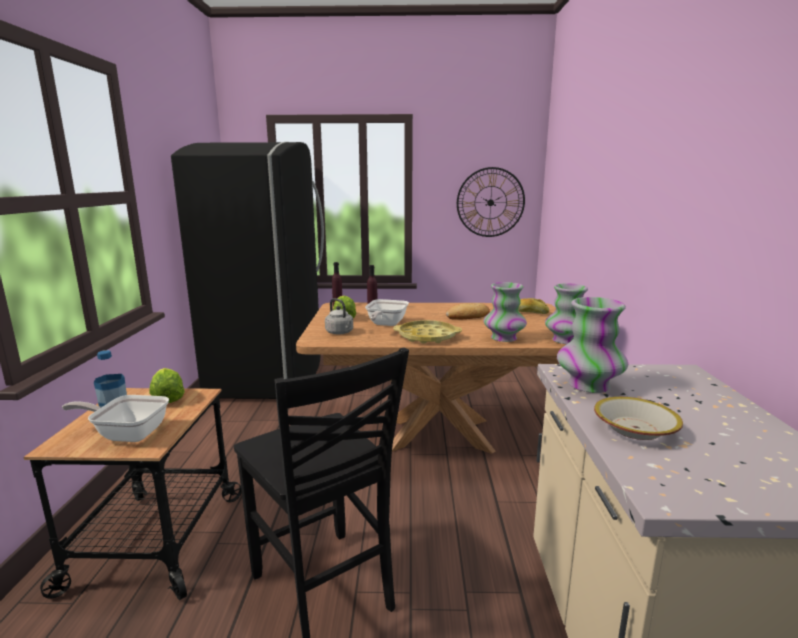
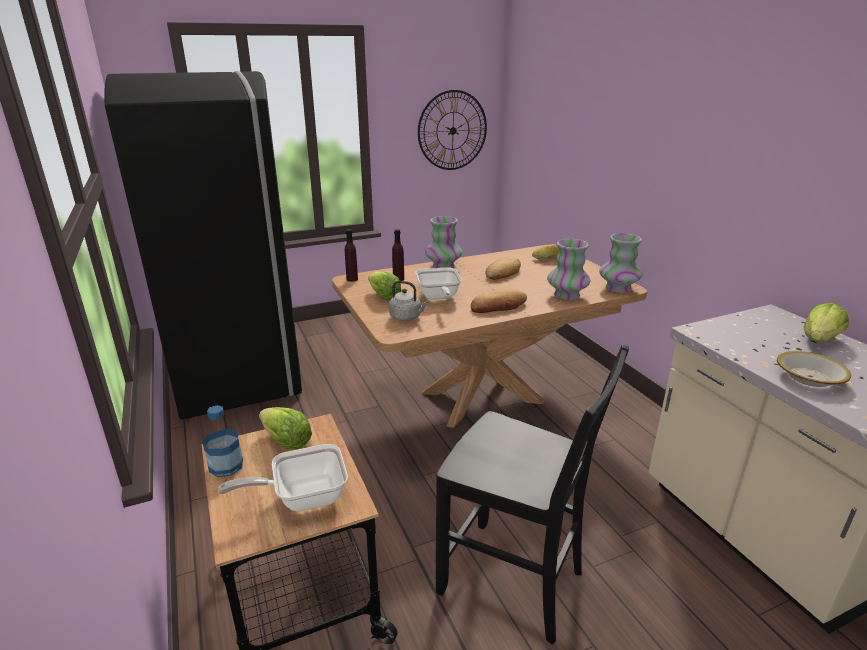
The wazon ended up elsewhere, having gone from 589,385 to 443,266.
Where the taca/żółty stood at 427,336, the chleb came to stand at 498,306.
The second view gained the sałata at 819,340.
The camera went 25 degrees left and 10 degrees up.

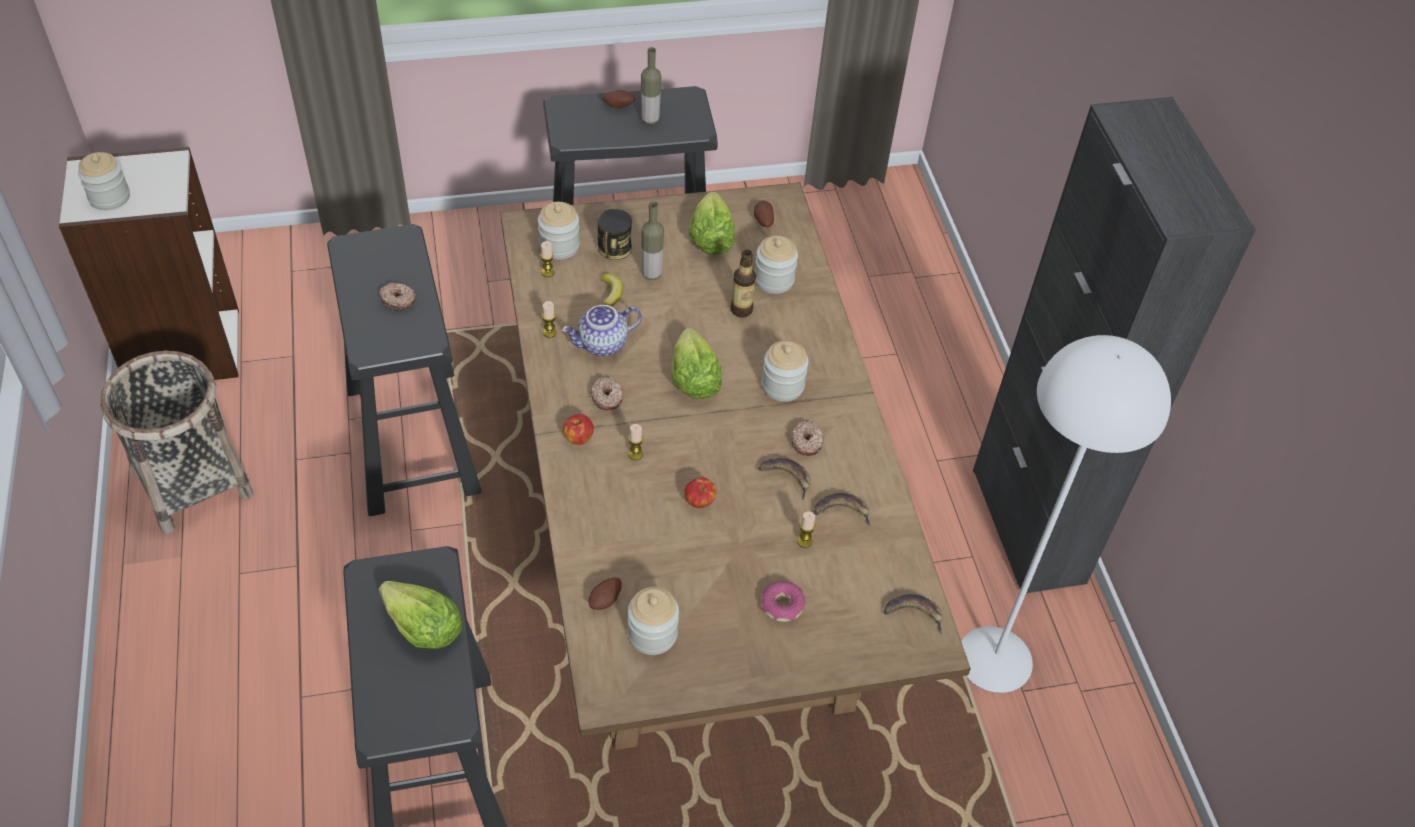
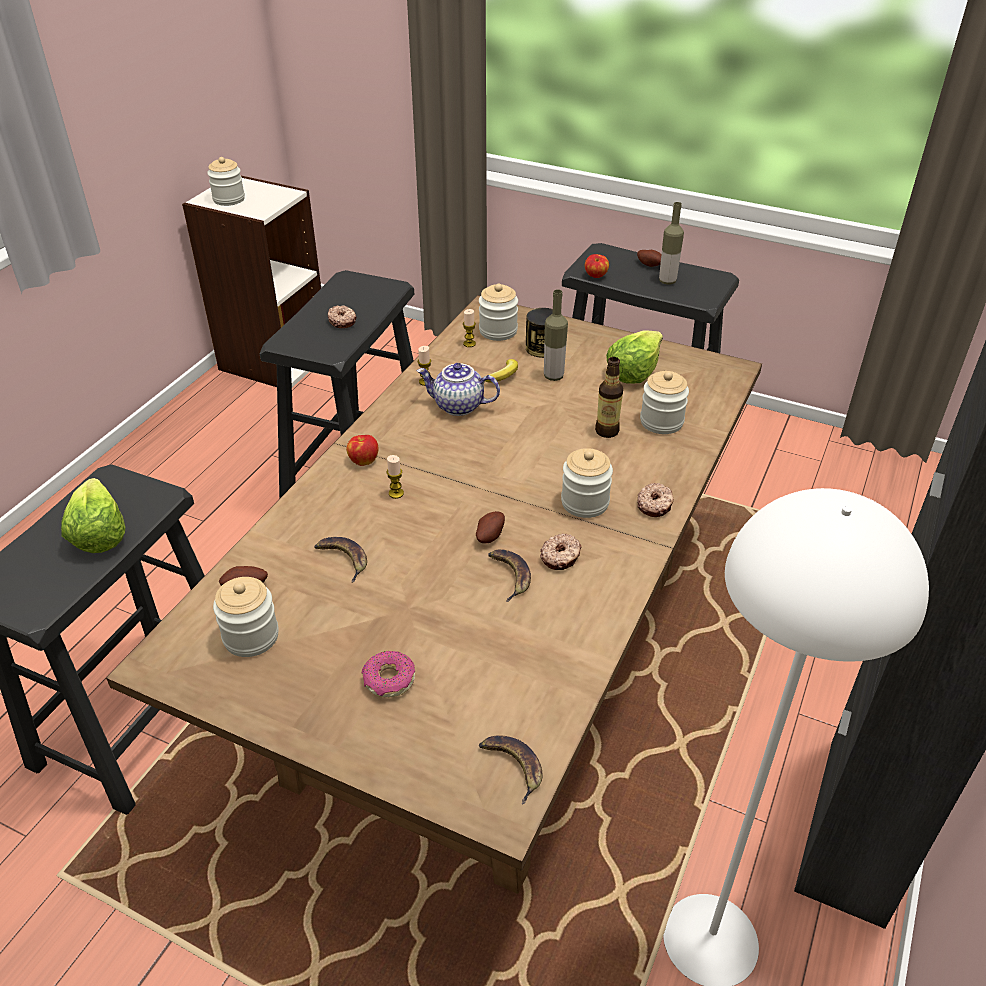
The banan ended up elsewhere, having gone from 841,511 to 343,559.
The ziemniak ended up elsewhere, having gone from 763,221 to 489,536.
The jabłko ended up elsewhere, having gone from 699,502 to 595,276.
The donut ended up elsewhere, having gone from 607,397 to 655,505.
The second view lost the koszyk at 193,483.
The second view lost the sałata at 693,379.
The second view lost the świeca at 804,541.
The camera went 40 degrees right and 10 degrees down.

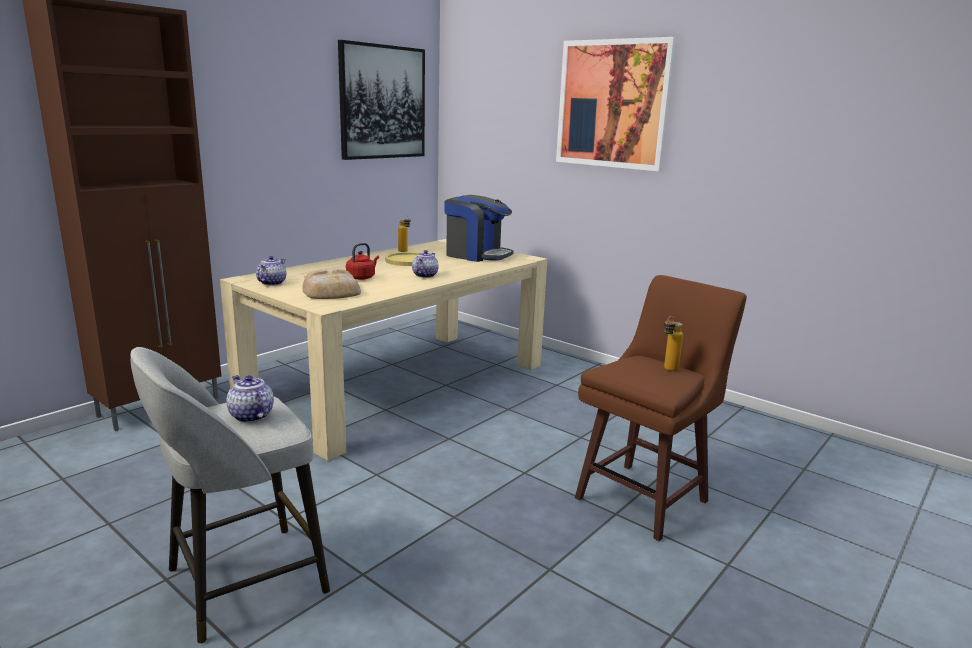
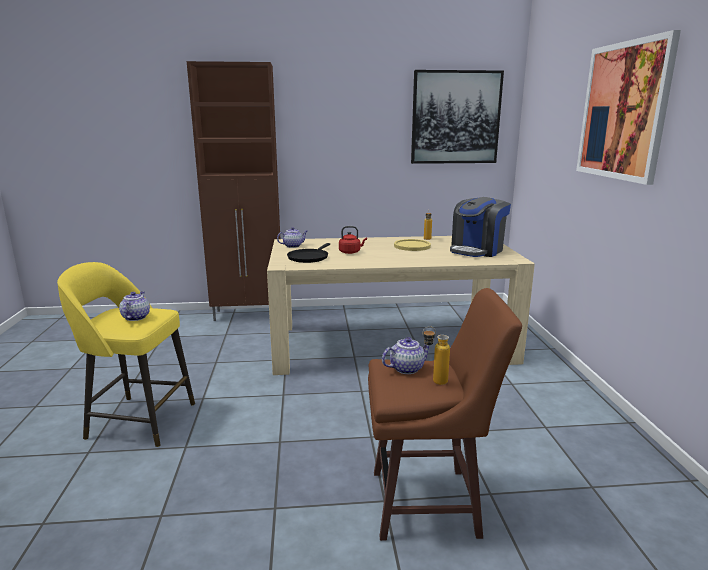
What was the stołek/szary at 242,582 turned into the stołek/żółty at 139,420.
Where the chleb stood at 331,292, the patelnia/czarny came to stand at 309,257.
The imbryk ended up elsewhere, having gone from 425,275 to 407,368.
The ekspres do kawy at 476,255 ended up facing another way, 60 degrees clockwise from before.
The camera went 45 degrees right and 0 degrees up.

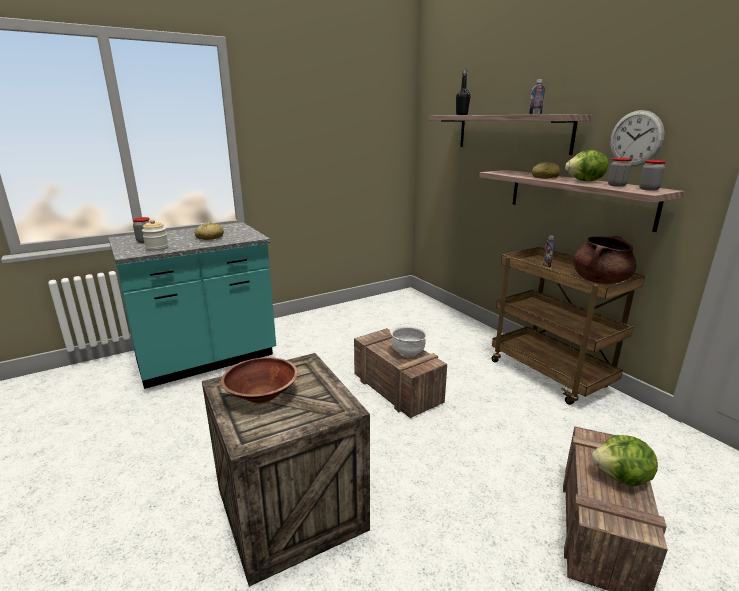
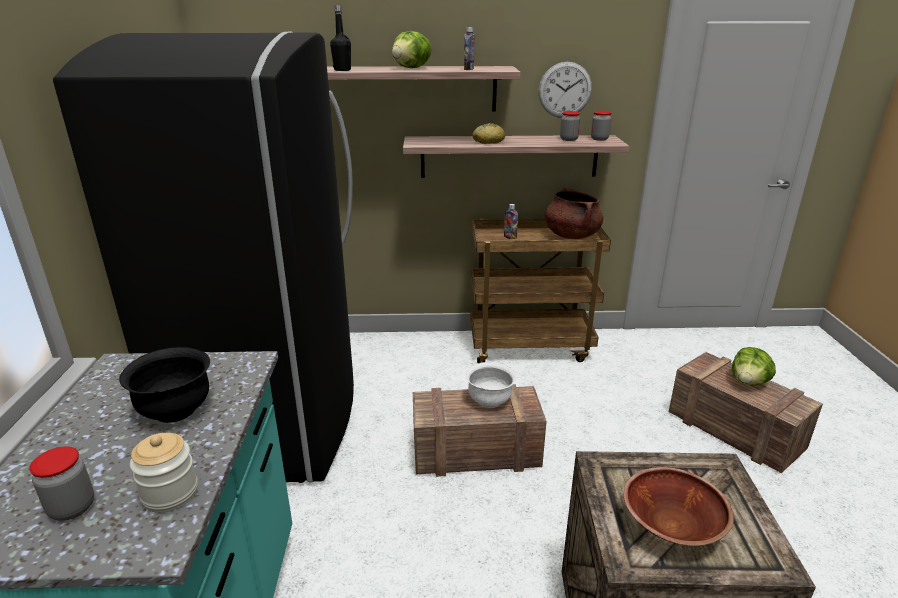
The second view gained the lodówka/czarny at 276,414.
Where the chleb stood at 209,237, the miska/czarny came to stand at 176,410.
The sałata ended up elsewhere, having gone from 585,181 to 412,68.
The camera went 60 degrees left and 5 degrees up.

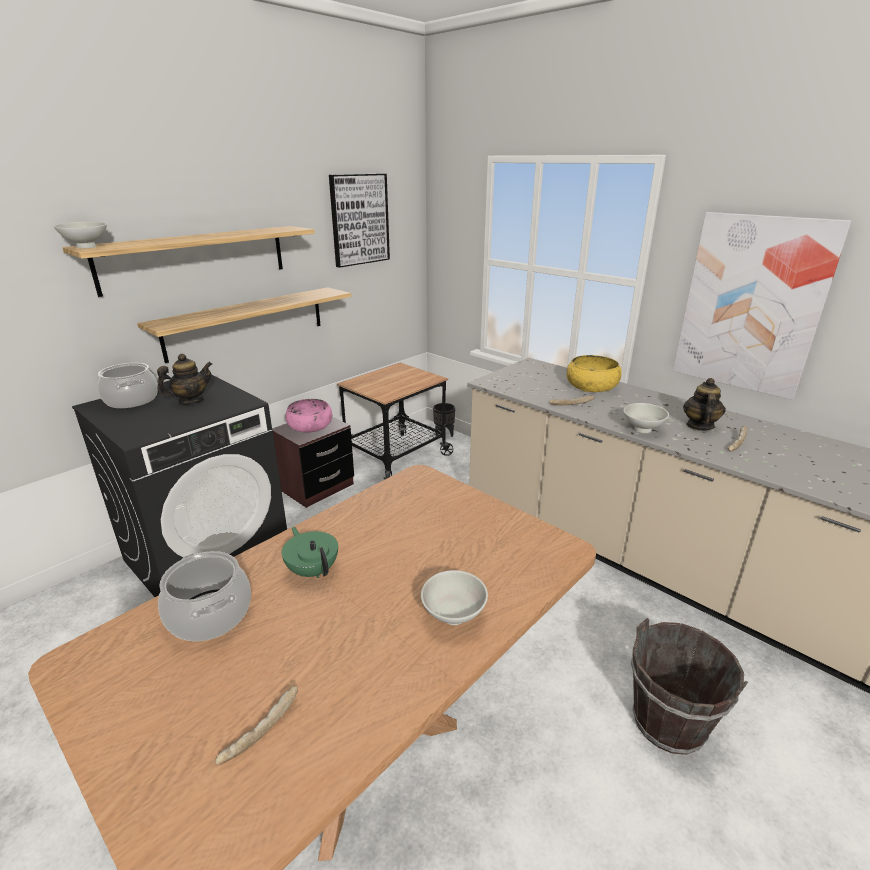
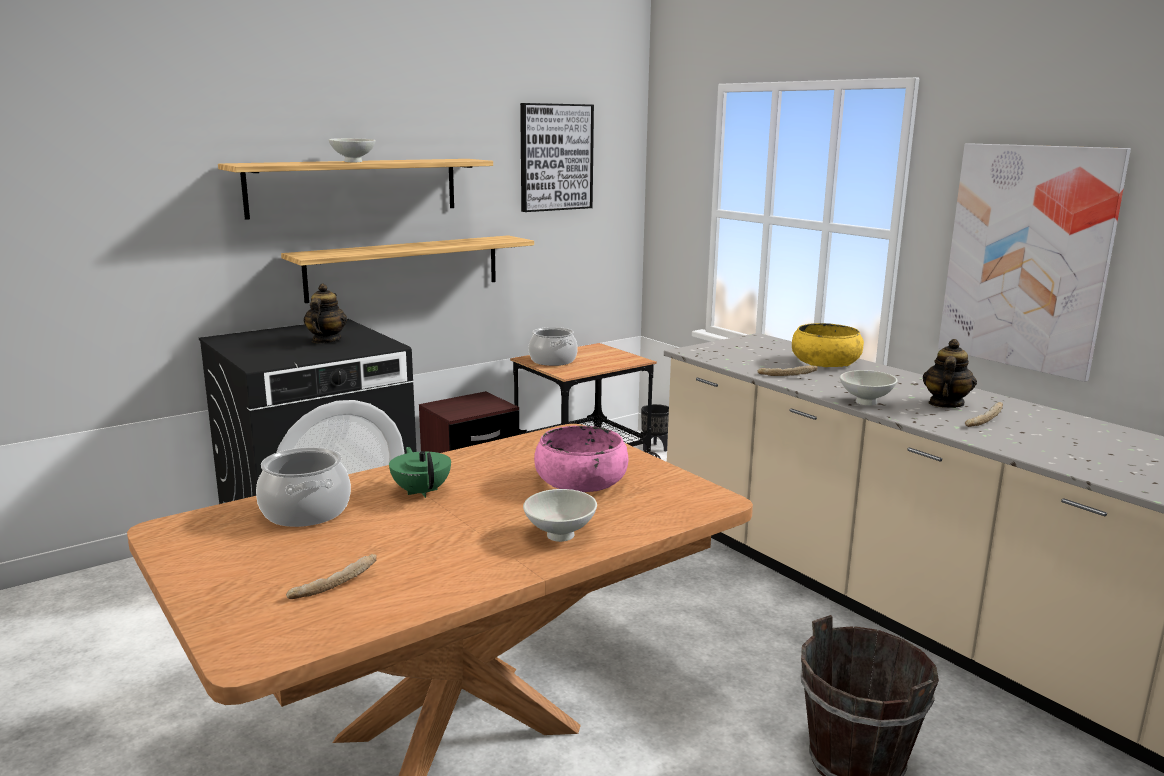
The imbryk at 191,401 ended up facing another way, 60 degrees counterclockwise from before.
The miska/biały ended up elsewhere, having gone from 88,247 to 354,162.
The garnek ended up elsewhere, having gone from 132,400 to 553,361.
The miska/różowy ended up elsewhere, having gone from 310,426 to 580,481.
The camera went 10 degrees right and 10 degrees down.

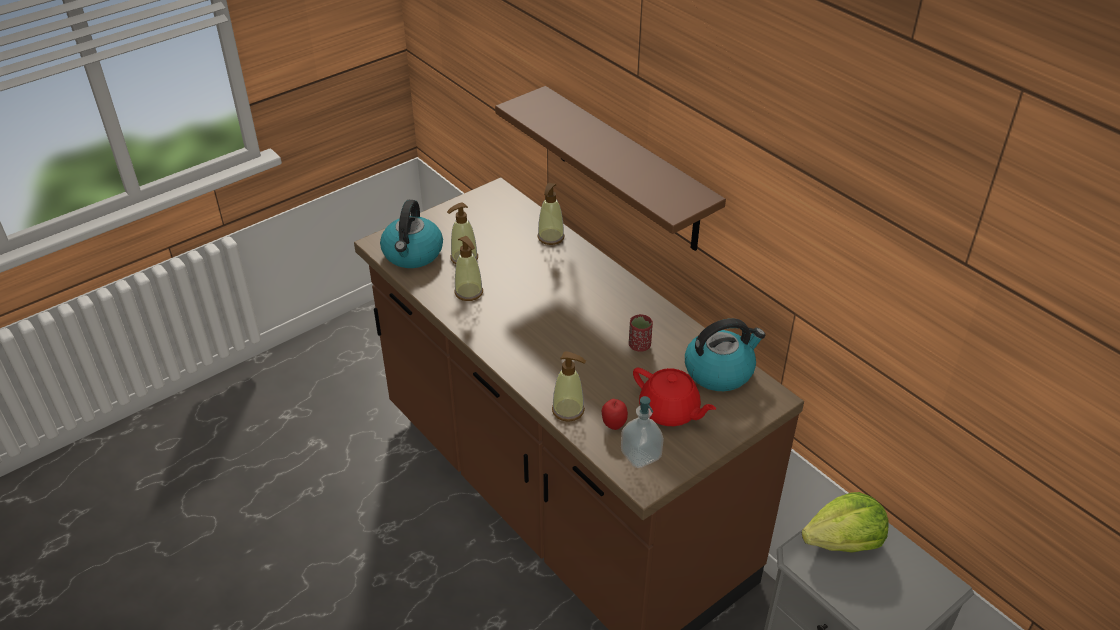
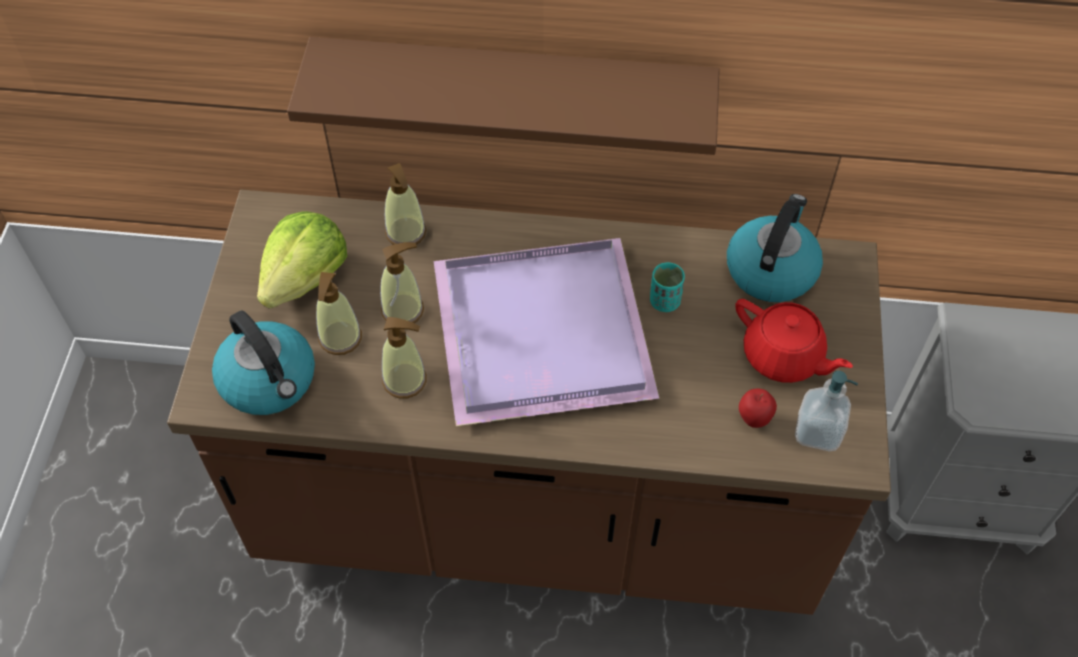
The sałata ended up elsewhere, having gone from 844,541 to 306,277.
The dozownik mydła ended up elsewhere, having gone from 568,410 to 403,310.
The second view gained the taca/fioletowy at 539,336.
What was the filiżanka/czerwony at 639,345 turned into the filiżanka/turkusowy at 664,301.
The imbryk/czerwony at 670,411 ended up facing another way, 45 degrees clockwise from before.
The camera went 45 degrees left and 15 degrees up.

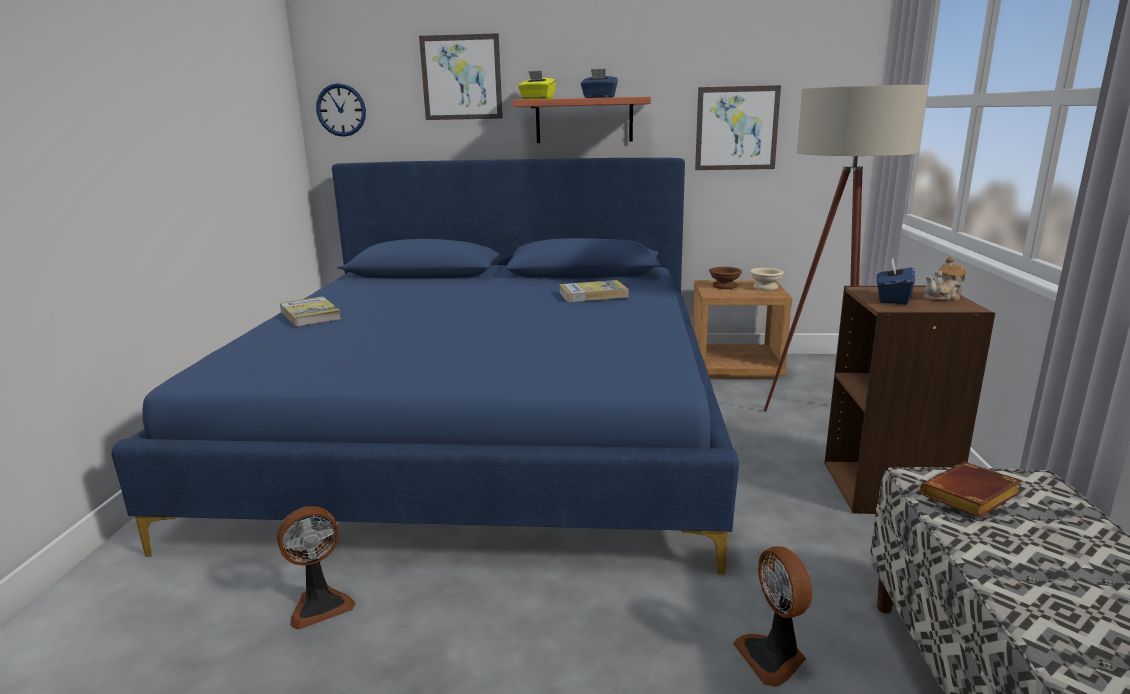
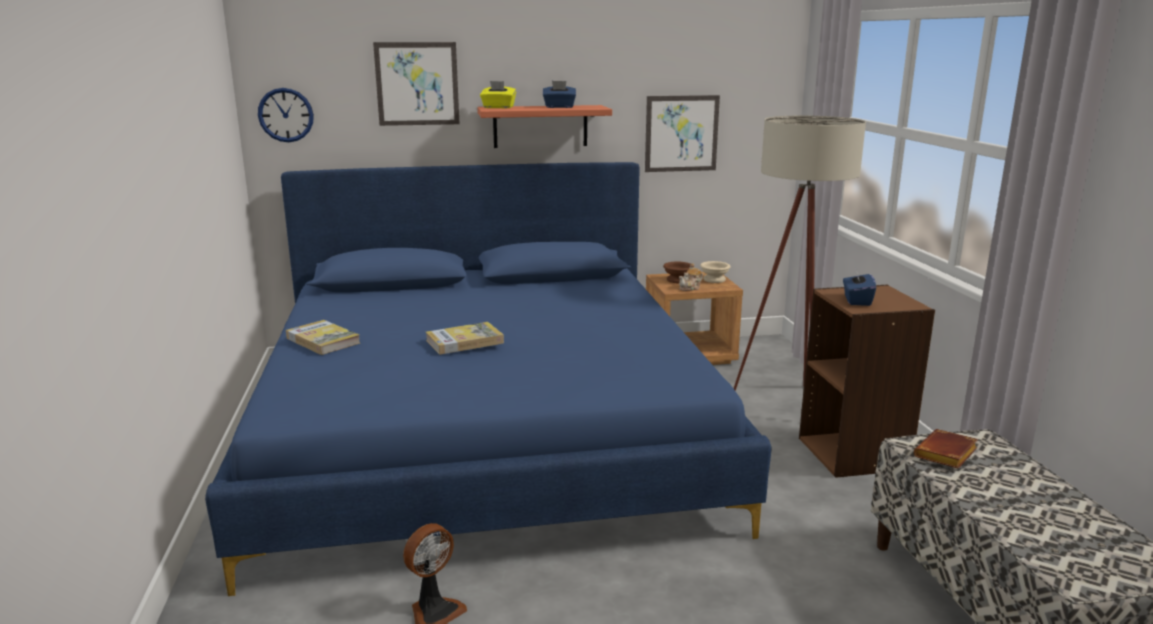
The książka ended up elsewhere, having gone from 593,294 to 464,341.
The imbryk ended up elsewhere, having gone from 943,297 to 690,288.
The second view lost the wentylator at 773,657.
The camera went 15 degrees left and 0 degrees up.

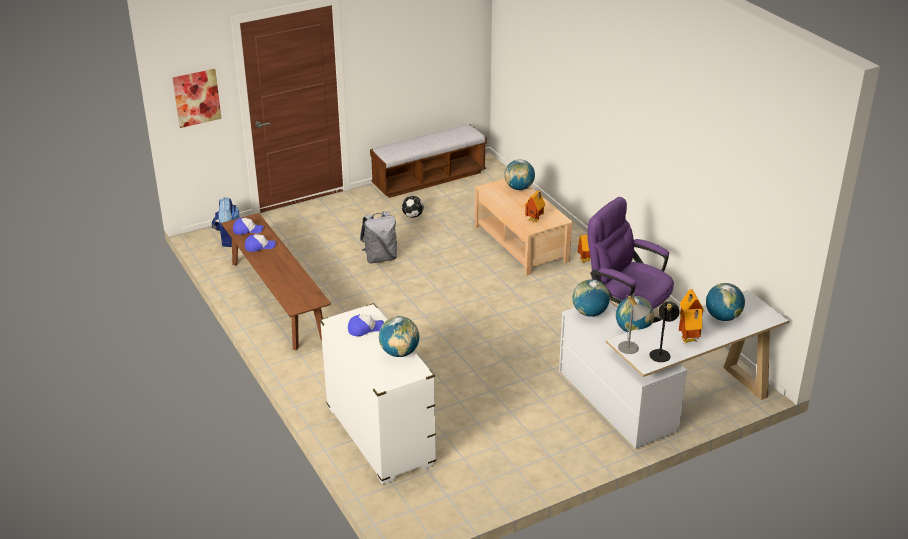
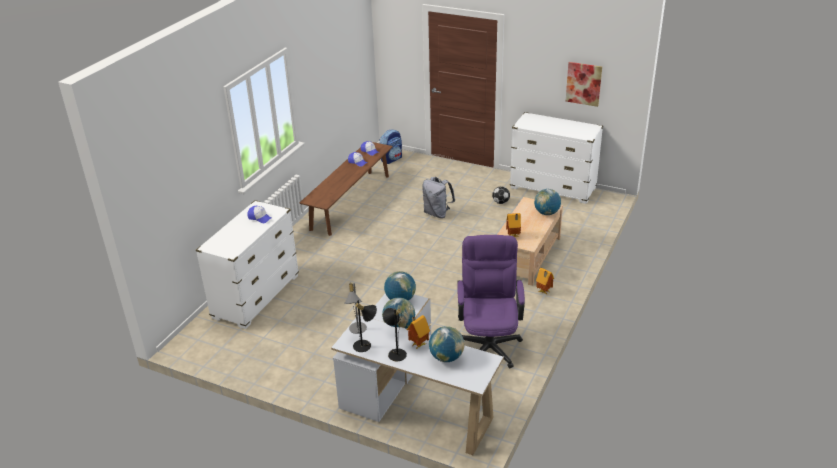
Where the domek stood at 689,341, the lampa stołowa/czarny came to stand at 395,352.
Where the ławka stood at 429,179, the komoda/biały came to stand at 553,188.
The obraz ended up elsewhere, having gone from 196,97 to 583,83.
The second view lost the globus at 399,353.
The camera went 55 degrees right and 0 degrees up.

